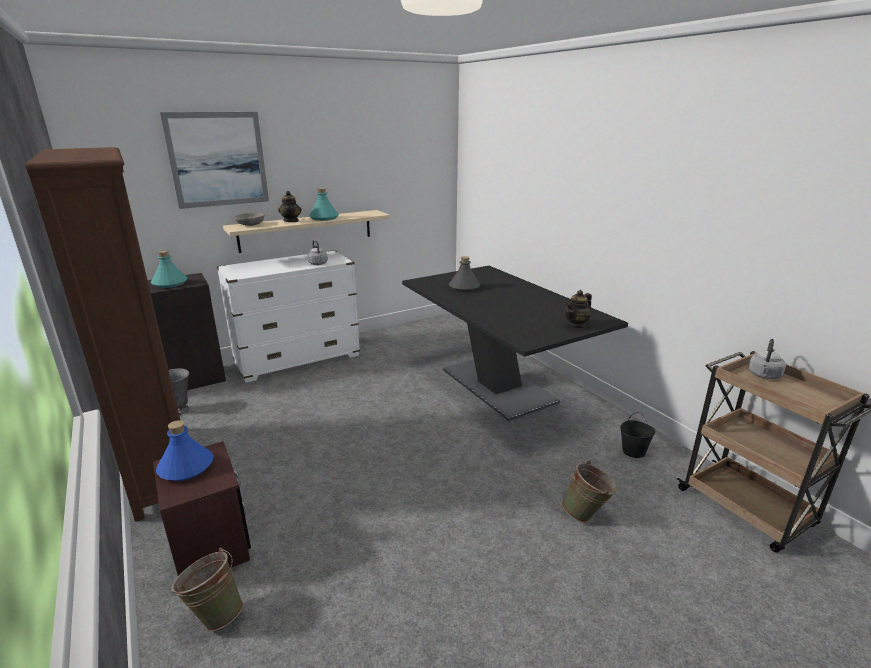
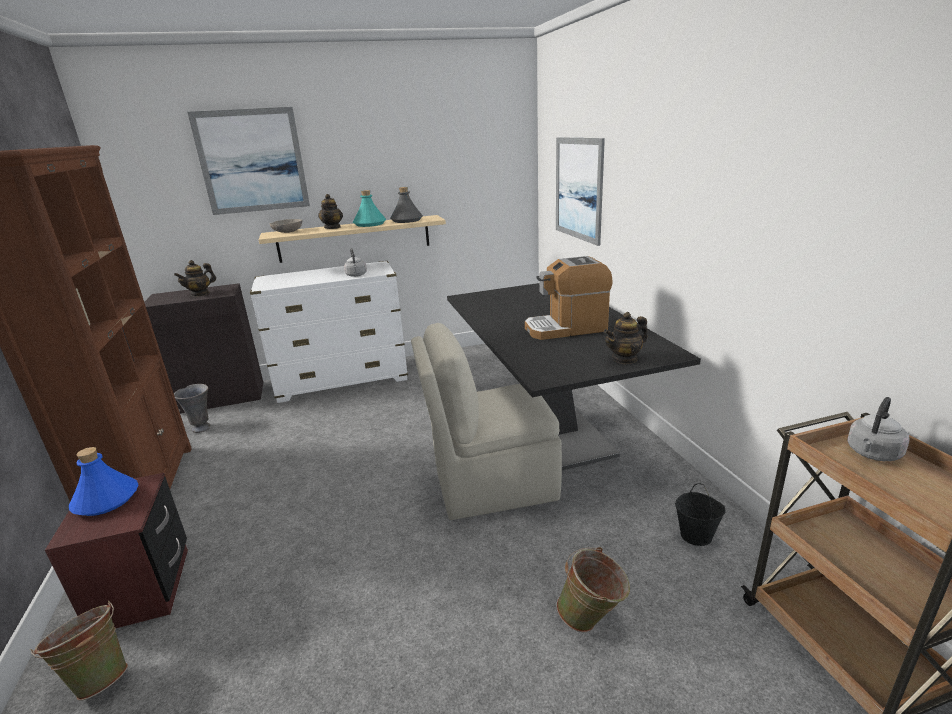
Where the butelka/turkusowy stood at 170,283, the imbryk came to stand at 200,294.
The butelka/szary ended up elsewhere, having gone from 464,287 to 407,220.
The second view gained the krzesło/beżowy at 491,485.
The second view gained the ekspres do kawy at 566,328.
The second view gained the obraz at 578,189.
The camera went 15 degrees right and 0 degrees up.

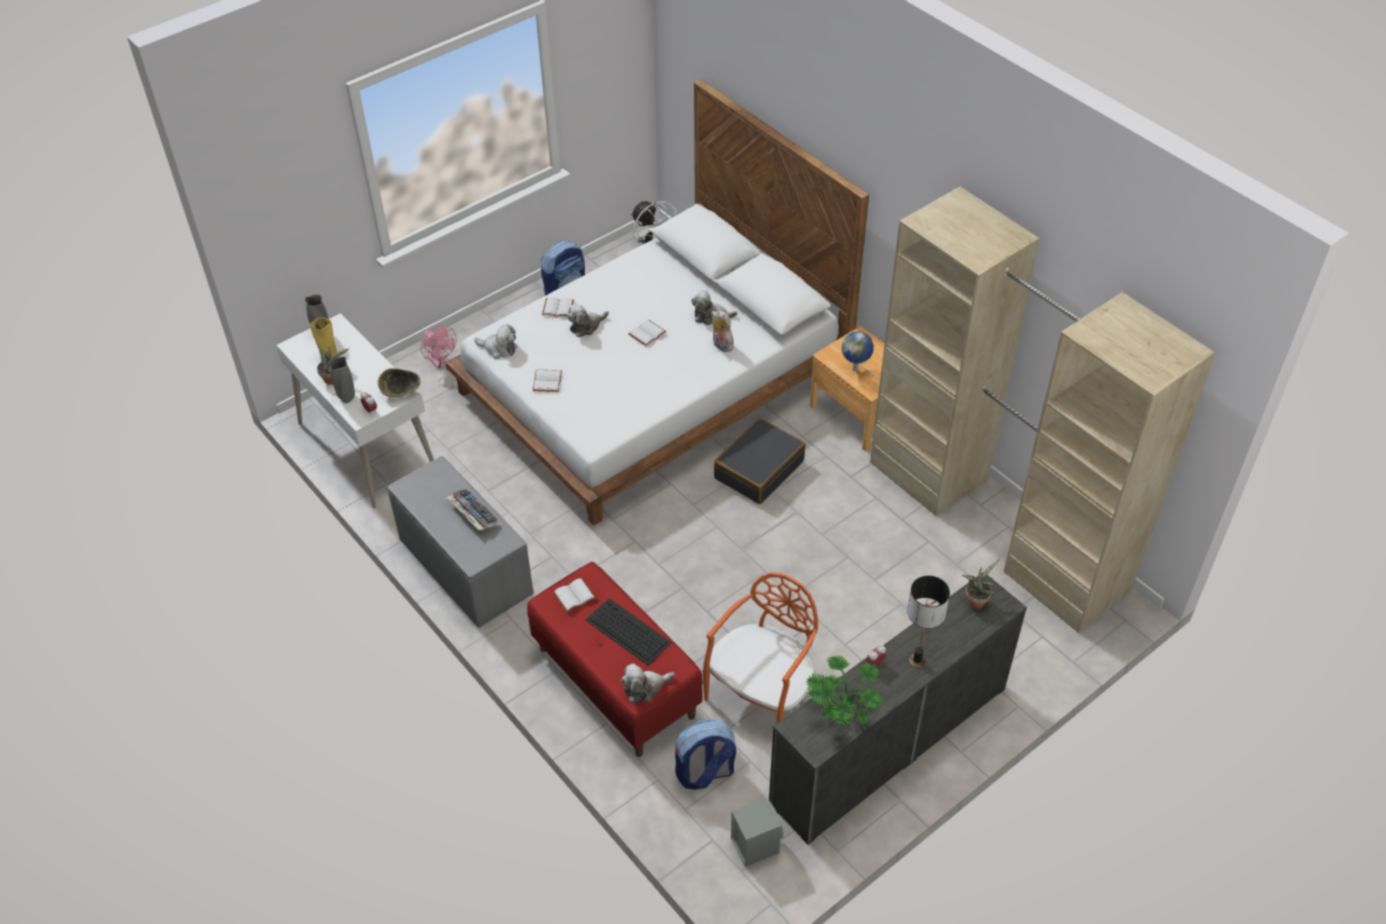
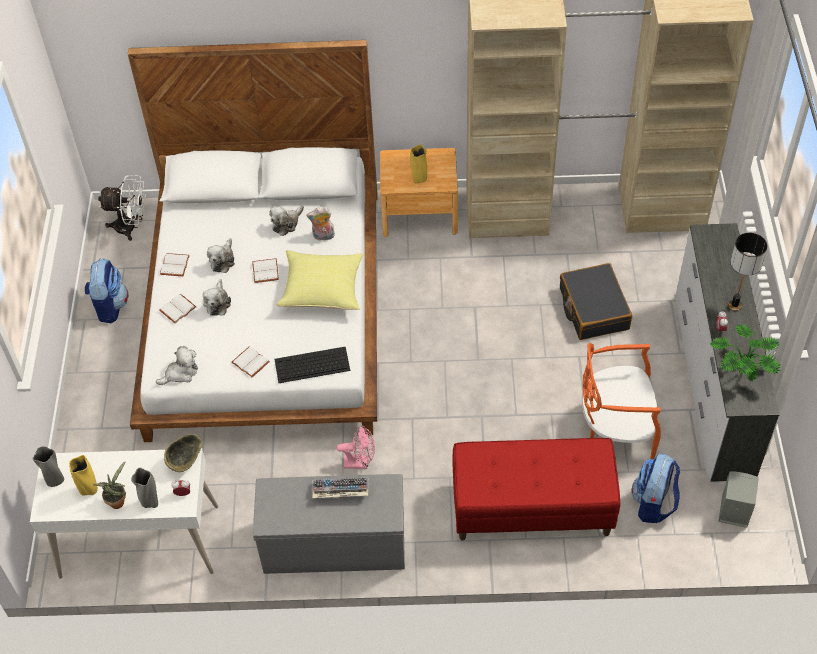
The książka/biały ended up elsewhere, having gone from 574,597 to 175,266.
The pluszak ended up elsewhere, having gone from 645,688 to 223,260.
The klawiatura ended up elsewhere, having gone from 627,631 to 311,365.
The second view gained the poduszka/żółty at 323,290.
The wentylator/różowy ended up elsewhere, having gone from 440,363 to 360,462.
Where the globus stood at 856,369, the wazon/żółty came to stand at 419,179.
The walizka/czarny ended up elsewhere, having gone from 758,469 to 593,309.
The krzesło/pomarańczowy at 762,695 ended up facing another way, 75 degrees counterclockwise from before.
What was the komoda/czarny at 889,745 turned into the komoda/biały at 712,385.
The second view lost the roślina doniczkowa at 976,601.
The camera went 50 degrees left and 5 degrees up.

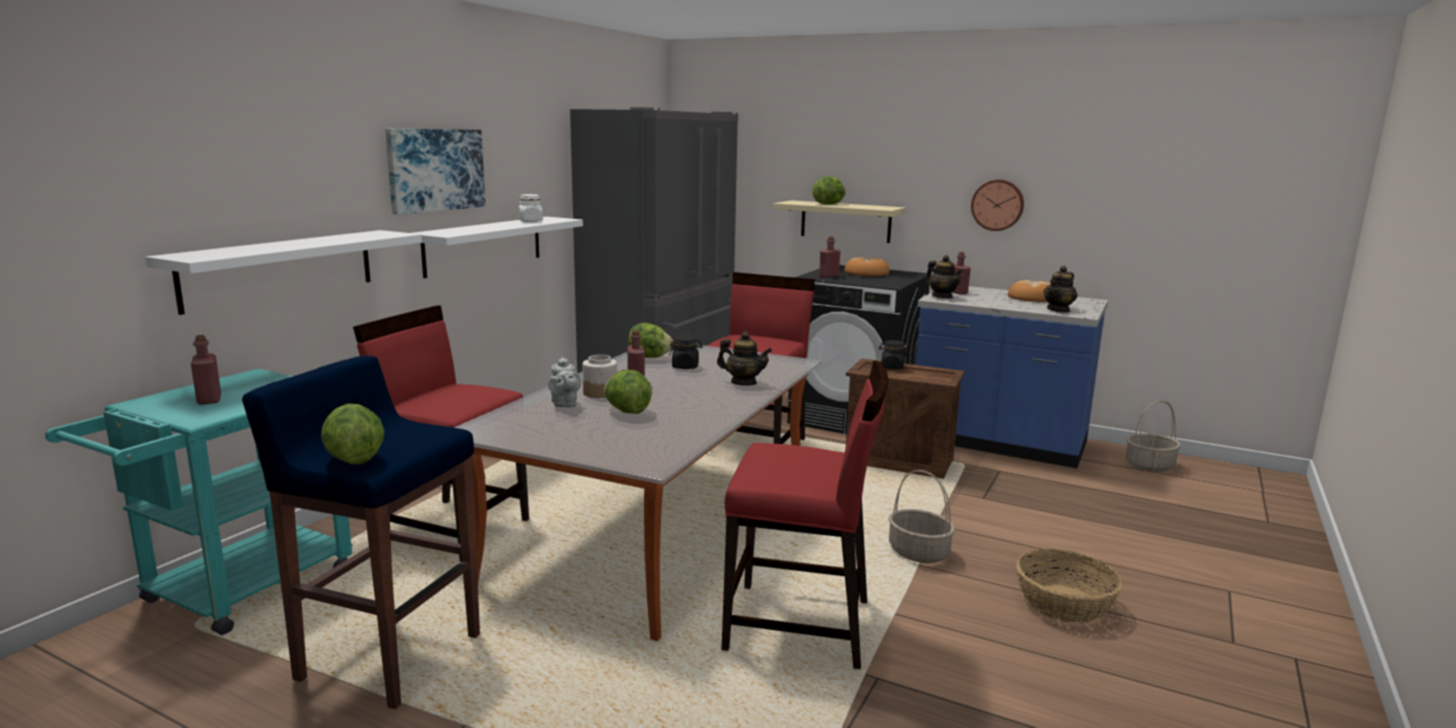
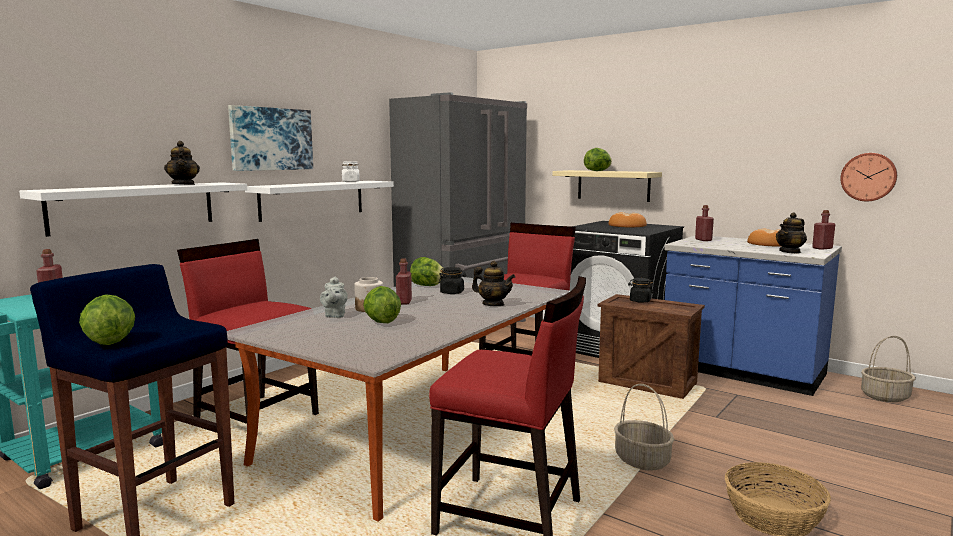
The imbryk ended up elsewhere, having gone from 942,297 to 183,184.
The butelka/czerwony ended up elsewhere, having gone from 829,276 to 822,248.
The zegar ścienny ended up elsewhere, having gone from 997,205 to 868,177.
The camera went 10 degrees right and 5 degrees down.

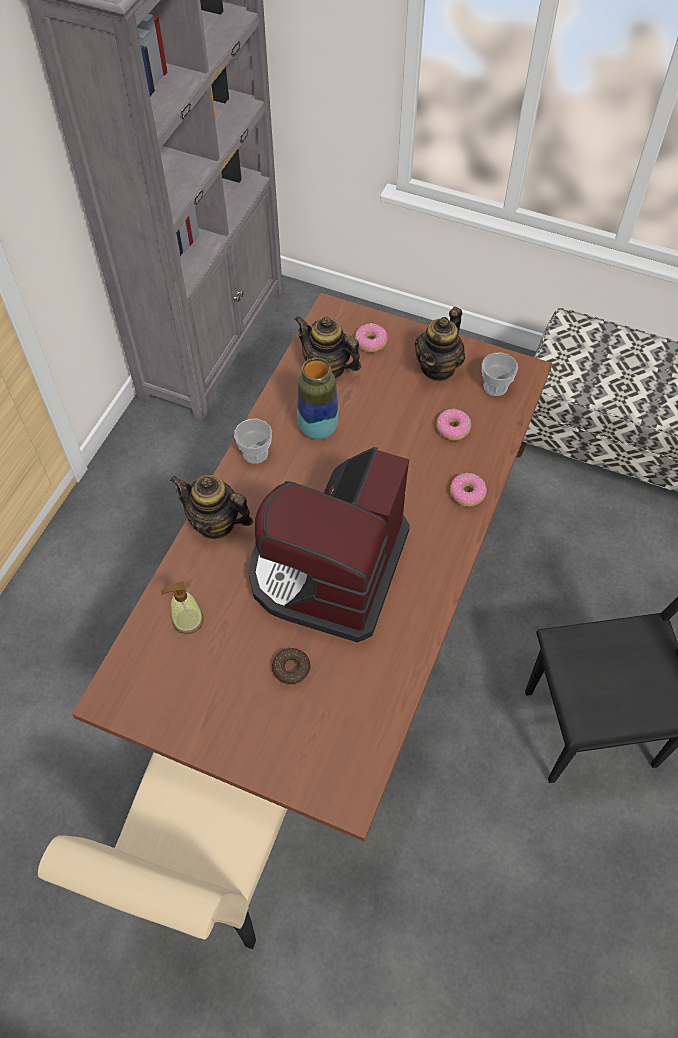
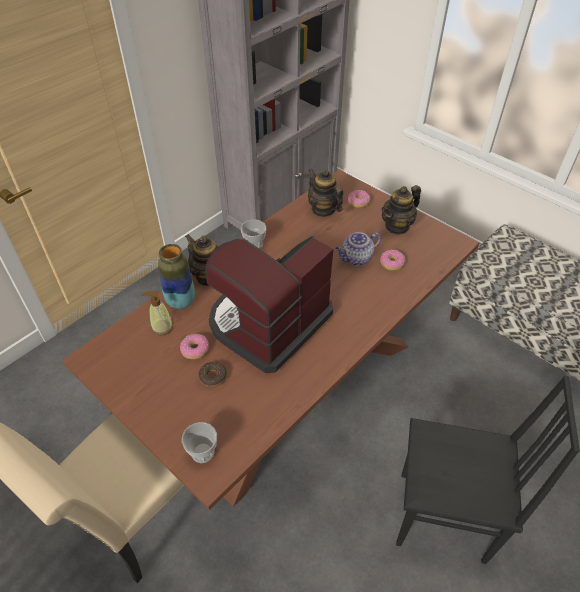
The wazon ended up elsewhere, having gone from 318,429 to 181,301.
The donut ended up elsewhere, having gone from 467,493 to 195,349.
The filiżanka ended up elsewhere, having gone from 495,386 to 203,452.
The second view gained the imbryk at 356,258.
The camera went 20 degrees right and 10 degrees down.

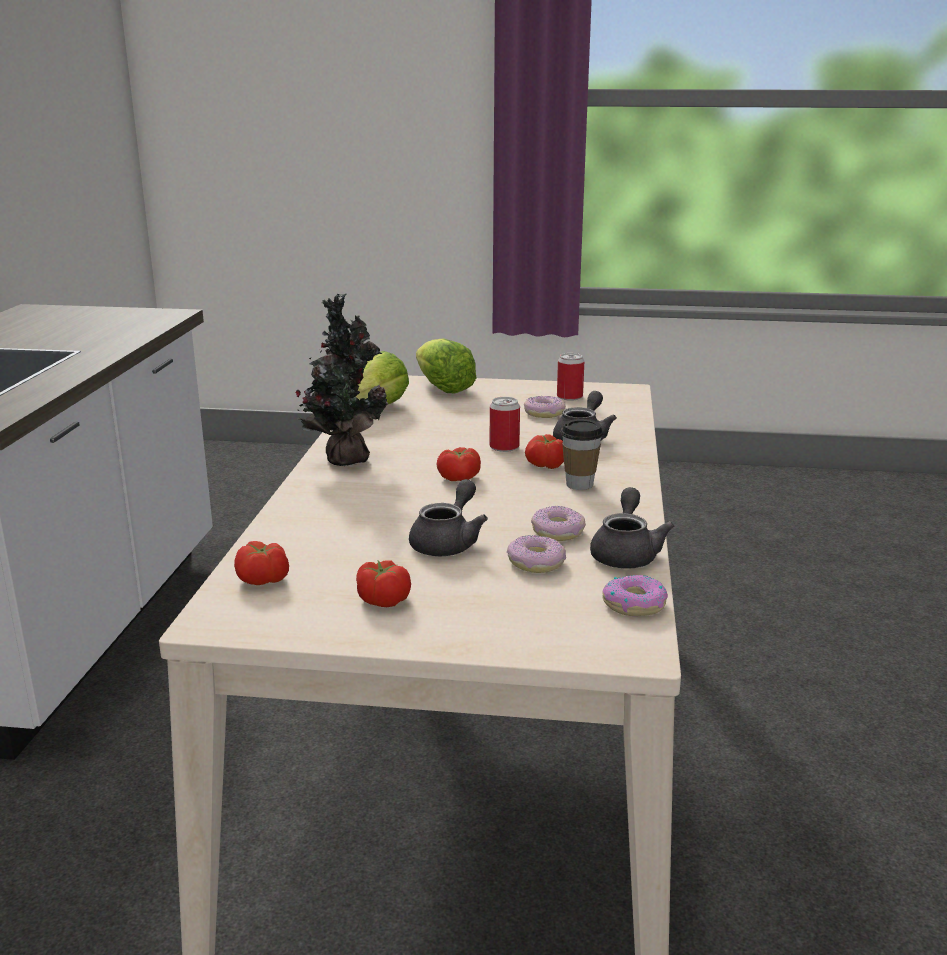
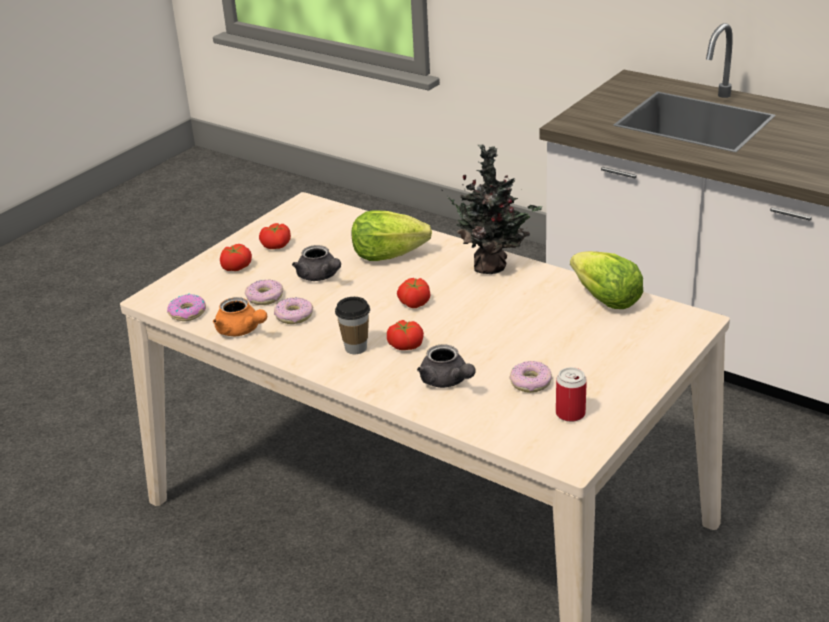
What was the imbryk/szary at 626,553 turned into the imbryk/pomarańczowy at 241,330.
The pomidor ended up elsewhere, having gone from 262,580 to 236,267.
The sałata ended up elsewhere, having gone from 443,389 to 387,255.
The second view lost the puszka at 504,447.
The camera went 120 degrees right and 10 degrees up.

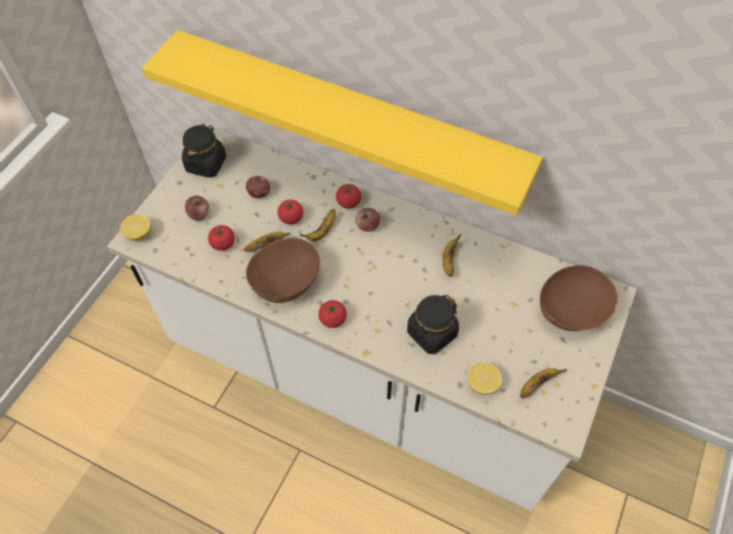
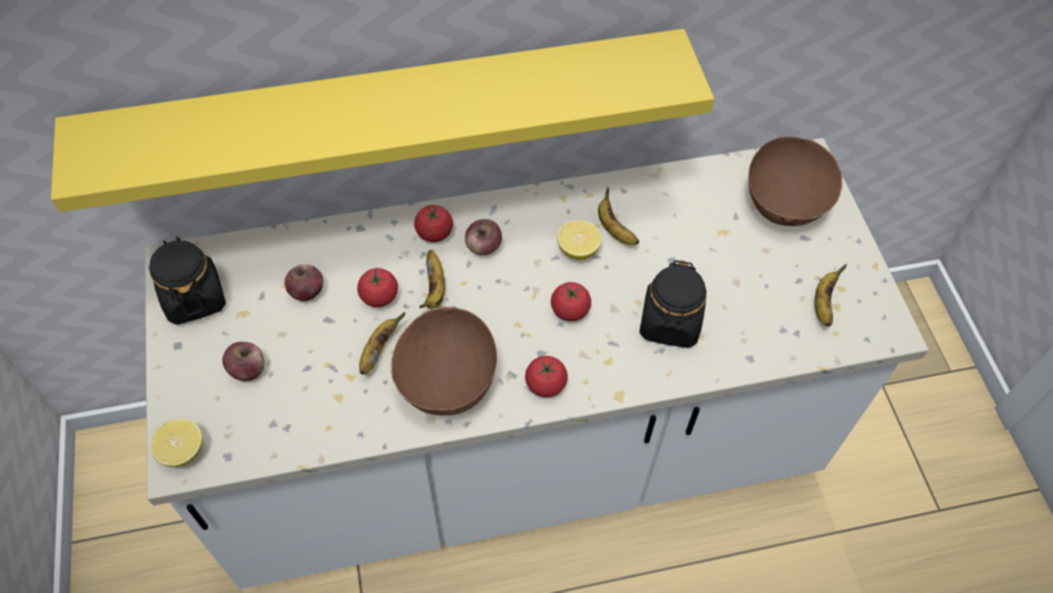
The pomidor ended up elsewhere, having gone from 223,244 to 570,310.
The cytryna ended up elsewhere, having gone from 482,384 to 578,249.
The camera went 40 degrees left and 0 degrees up.

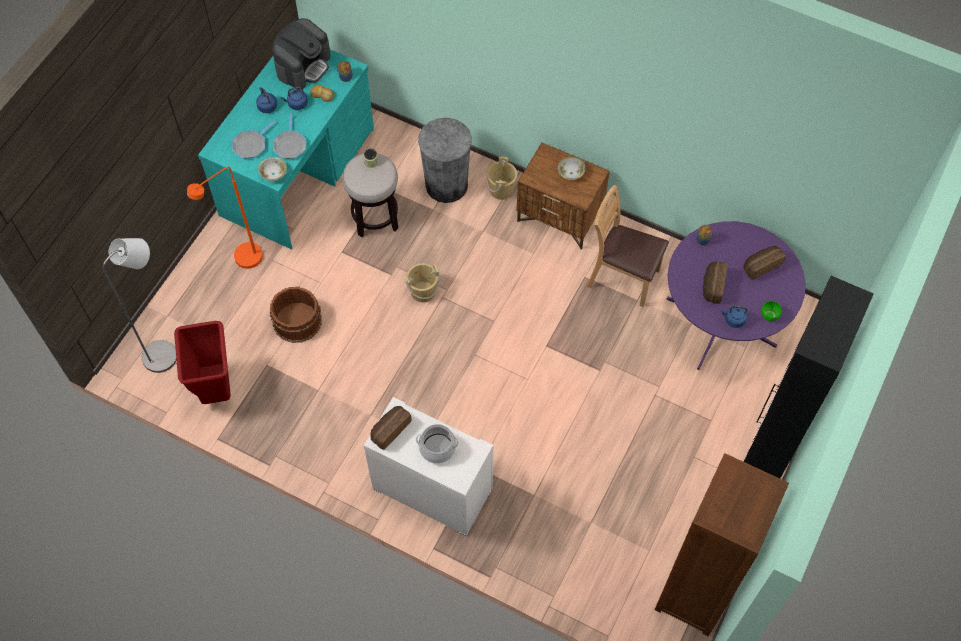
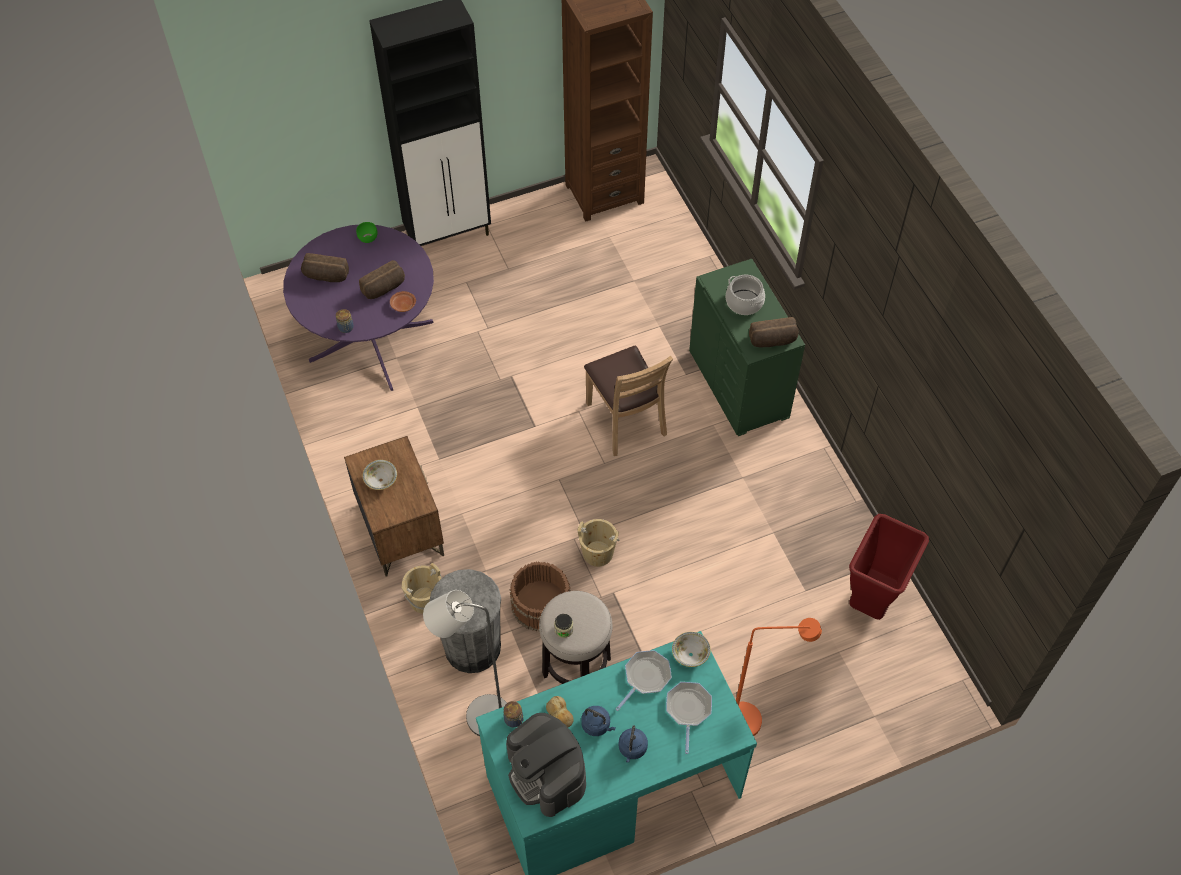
The second view gained the talerz/brązowy at 403,304.
The lampa stojąca/szary ended up elsewhere, having gone from 165,352 to 479,716.
The ekspres do kawy at 303,65 ended up facing another way, 105 degrees counterclockwise from before.
The wiadro/brązowy ended up elsewhere, having gone from 297,321 to 540,605.
The krzesło/brązowy ended up elsewhere, having gone from 622,277 to 625,420.
The patelnia at 251,145 ended up facing another way, 75 degrees counterclockwise from before.
What was the komoda/biały at 431,490 turned into the komoda/zielony at 739,384.
The second view lost the czajnik/niebieski at 733,320.
The camera went 140 degrees left and 5 degrees down.

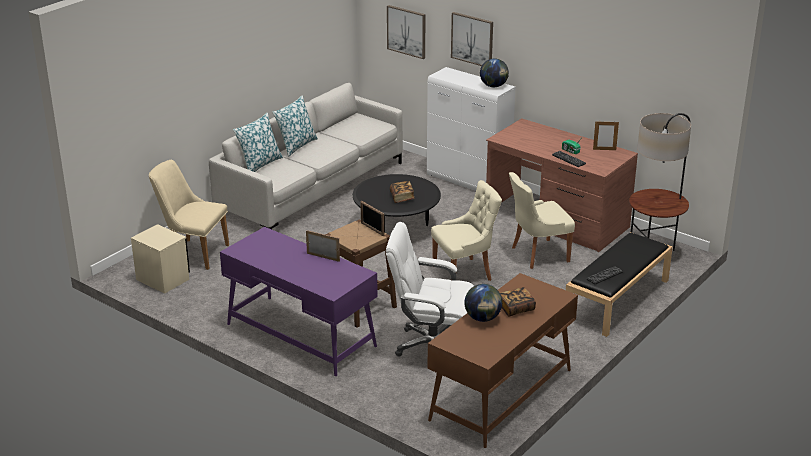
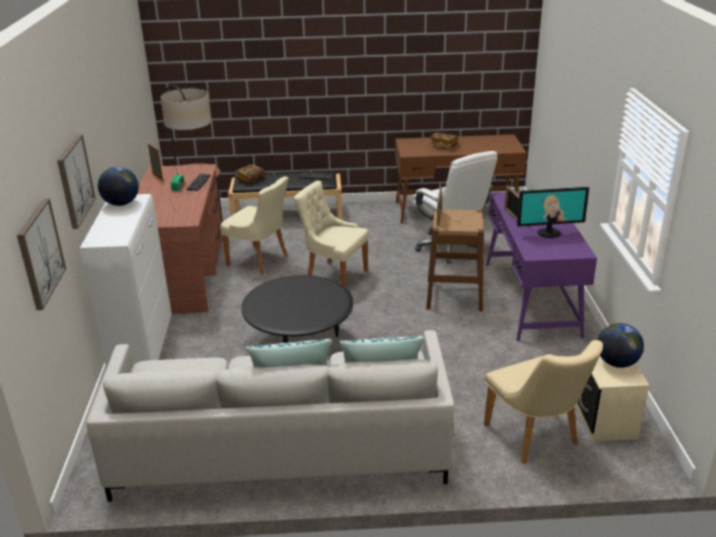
The książka ended up elsewhere, having gone from 402,197 to 250,179.
The second view gained the monitor at 549,233.
The globus ended up elsewhere, having gone from 483,318 to 616,362.
The camera went 130 degrees left and 0 degrees up.

